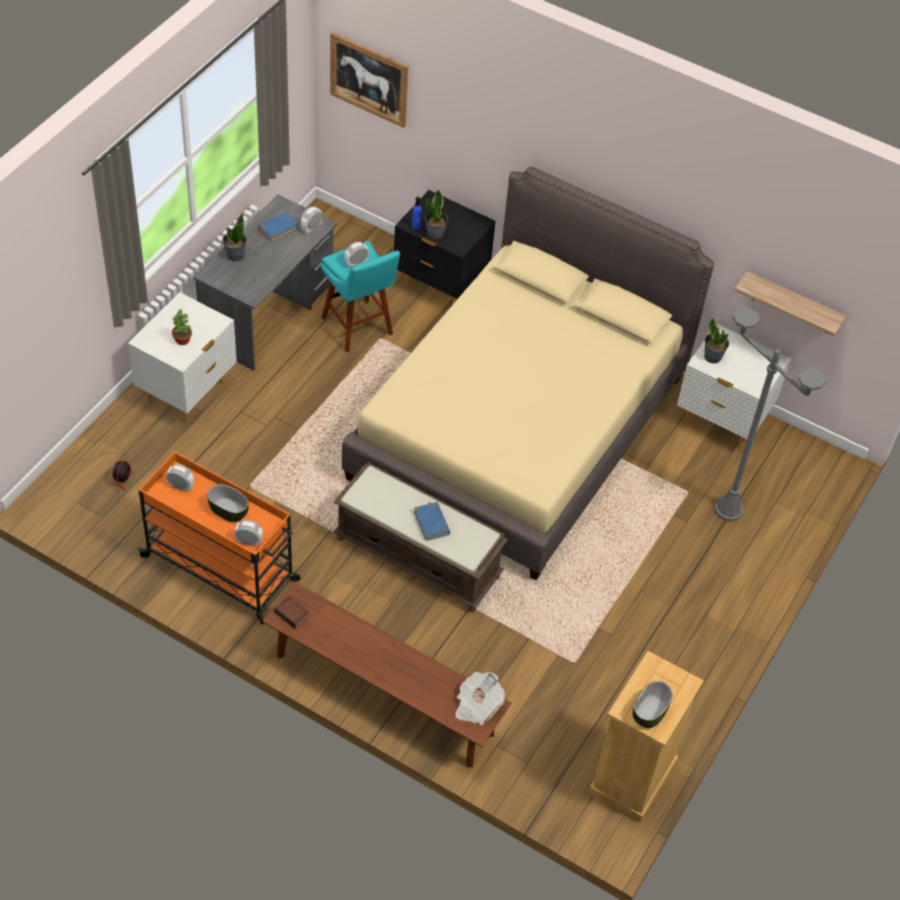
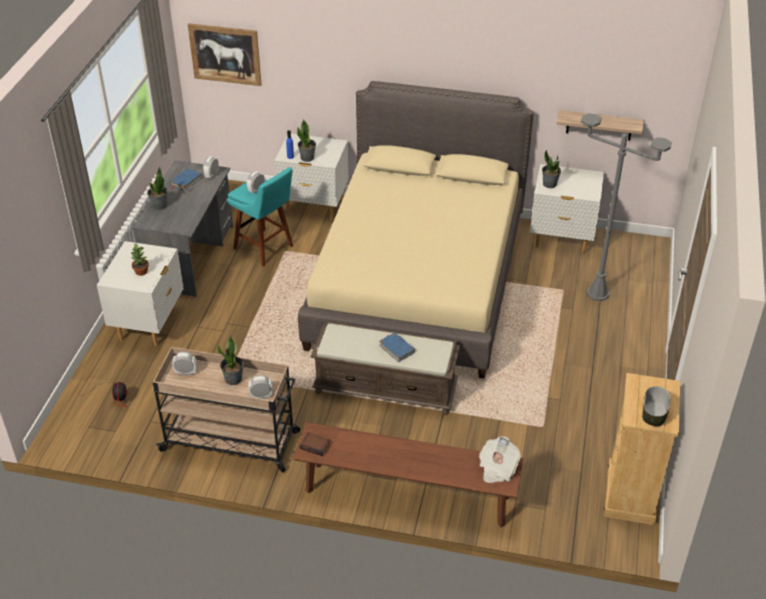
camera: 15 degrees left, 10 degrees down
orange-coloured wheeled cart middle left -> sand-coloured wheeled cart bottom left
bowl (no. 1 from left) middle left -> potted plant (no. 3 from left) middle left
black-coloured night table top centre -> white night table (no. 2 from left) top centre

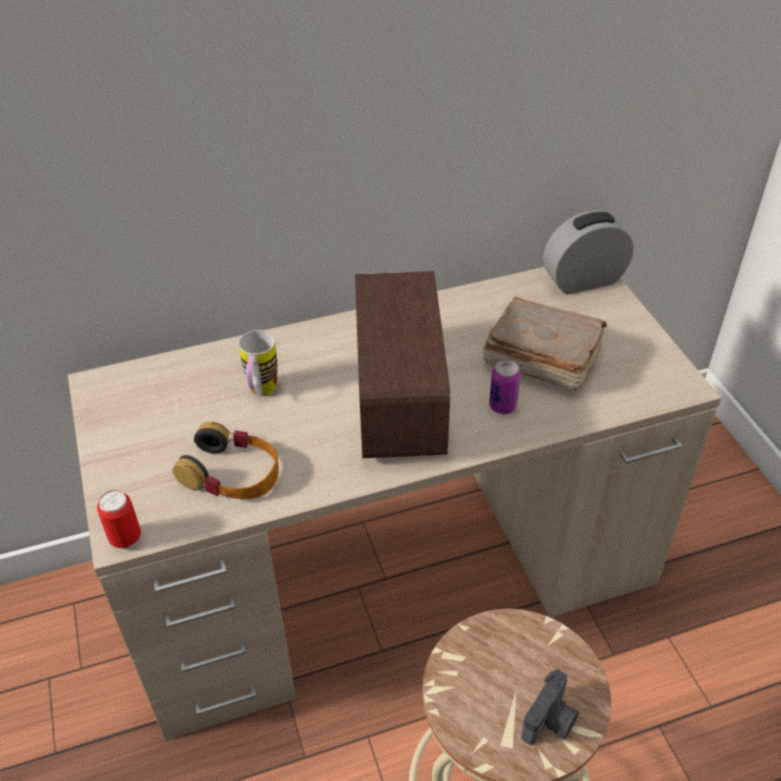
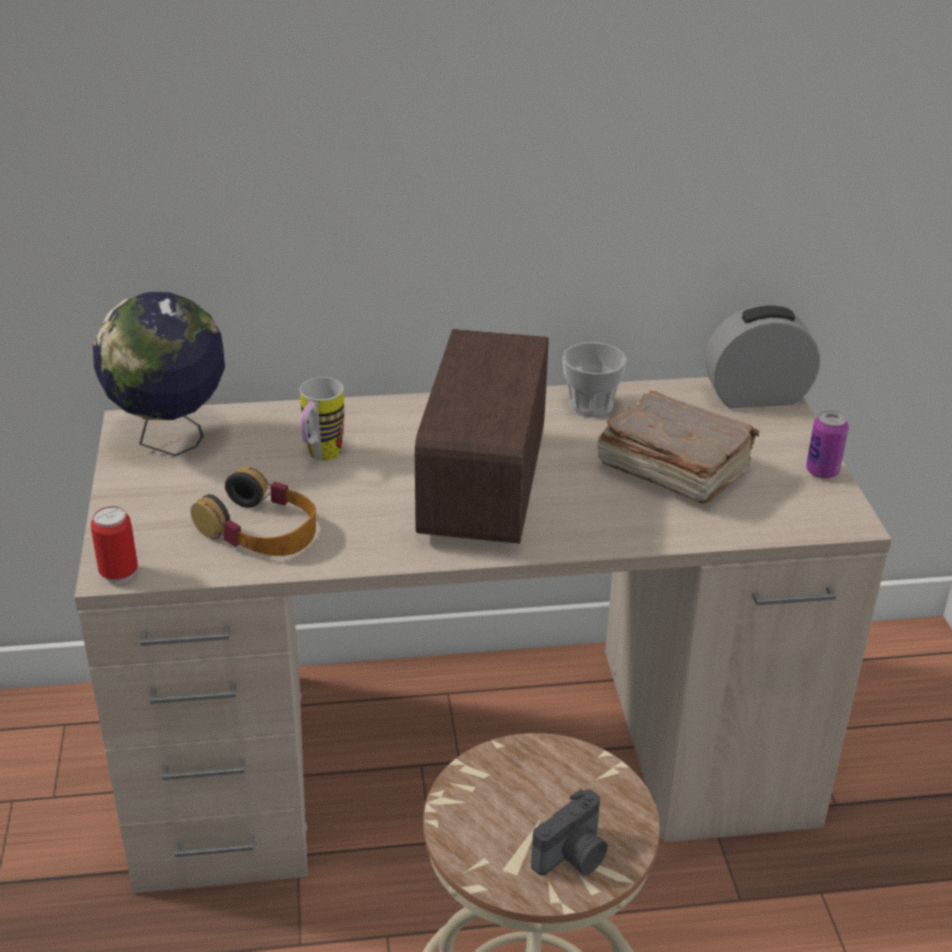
camera: 10 degrees right, 10 degrees down
none -> world globe middle left
none -> drinking cup centre
metal can (no. 2 from left) centre -> metal can (no. 2 from left) middle right, relocated

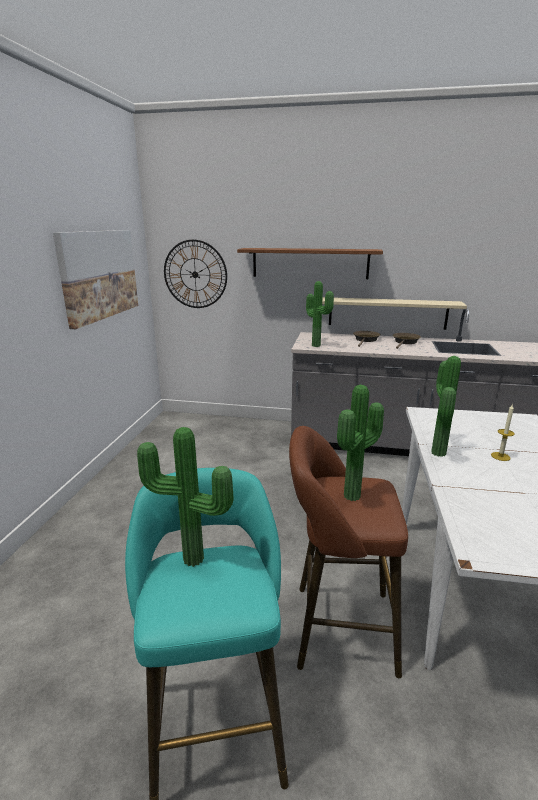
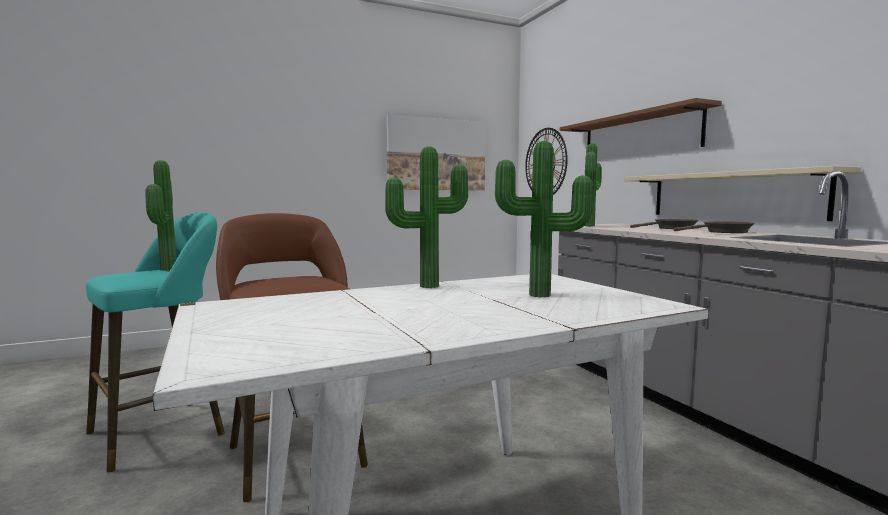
camera: 55 degrees right, 15 degrees down
potted plant (no. 3 from left) middle right -> potted plant (no. 3 from left) centre, relocated
candle middle right -> none

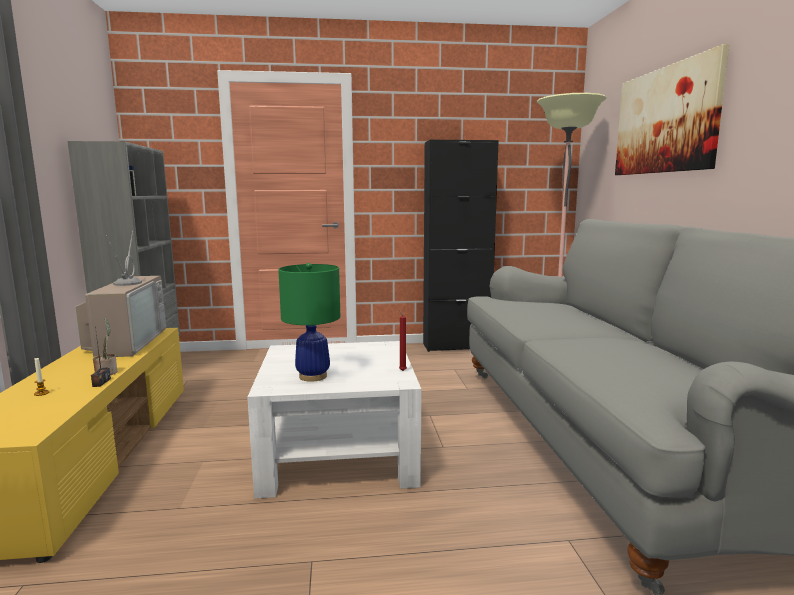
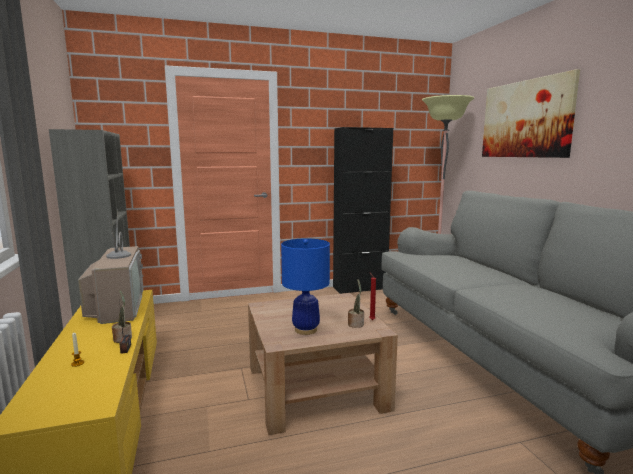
camera: 10 degrees left, 0 degrees up
white coffee table bottom centre -> brownish coffee table bottom centre
green-coloured table lamp centre -> blue table lamp centre
none -> potted plant (no. 2 from left) centre

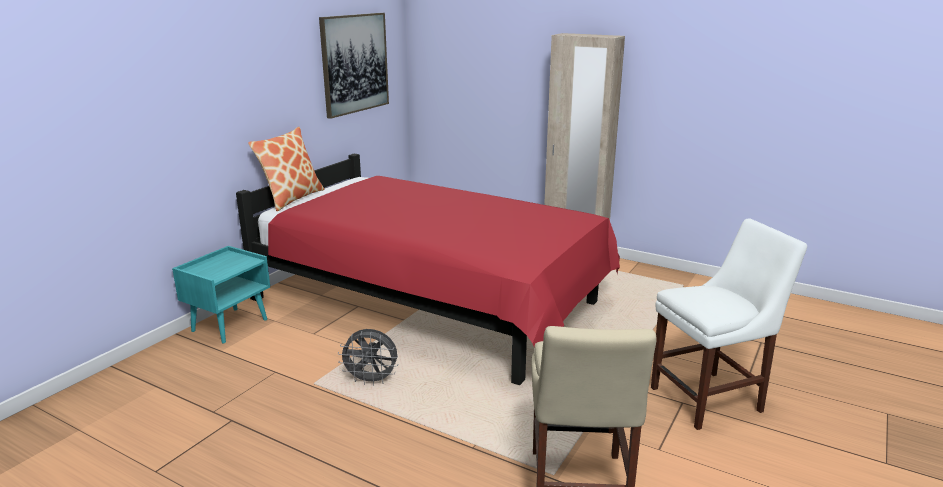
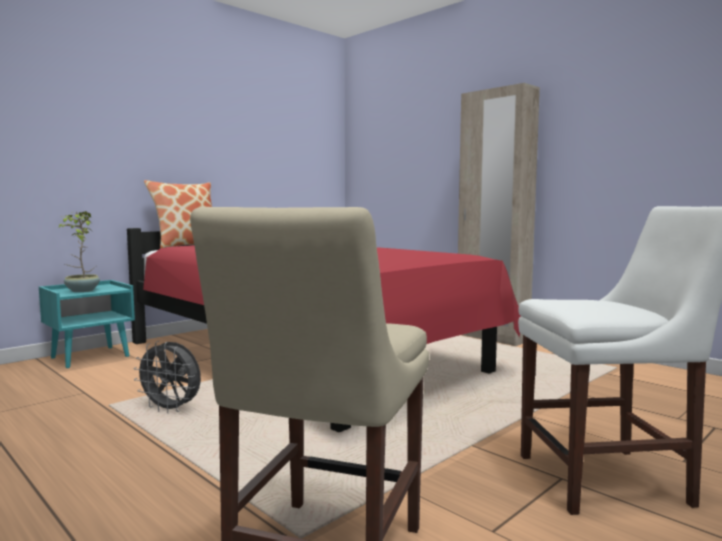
camera: 15 degrees right, 15 degrees down
none -> potted plant middle left
wall art top centre -> none

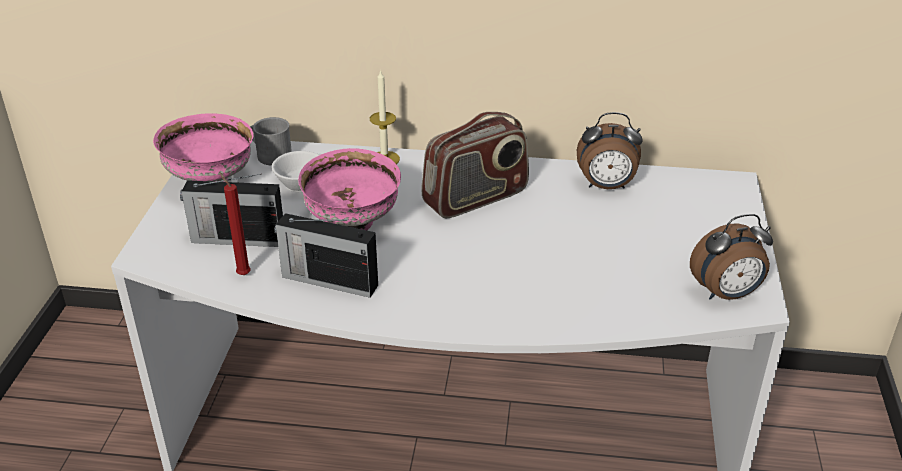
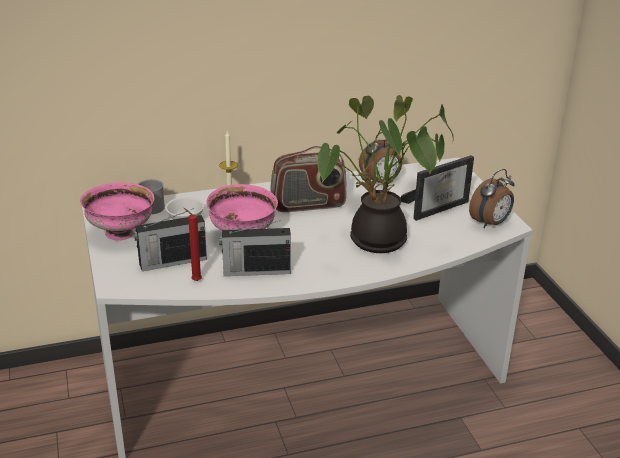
camera: 25 degrees left, 5 degrees down
radio receiver (no. 3 from left) centre, 45 degrees clockwise
none -> potted plant centre
none -> picture frame middle right

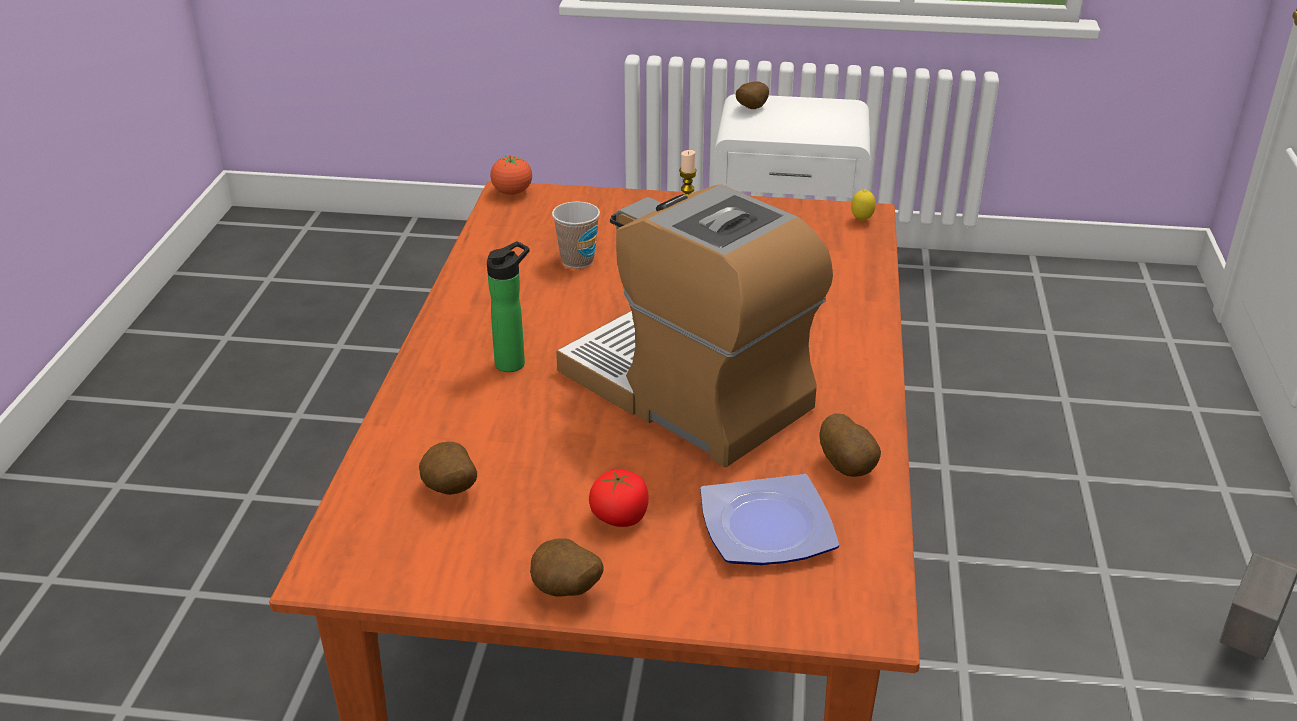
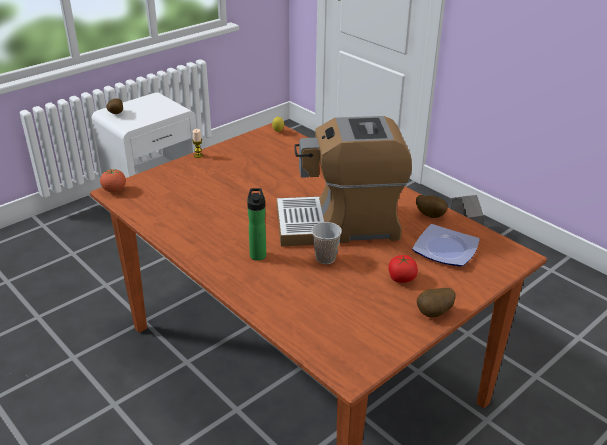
camera: 50 degrees left, 0 degrees up
drinking cup top centre -> drinking cup centre, relocated
potato (no. 1 from left) centre -> none

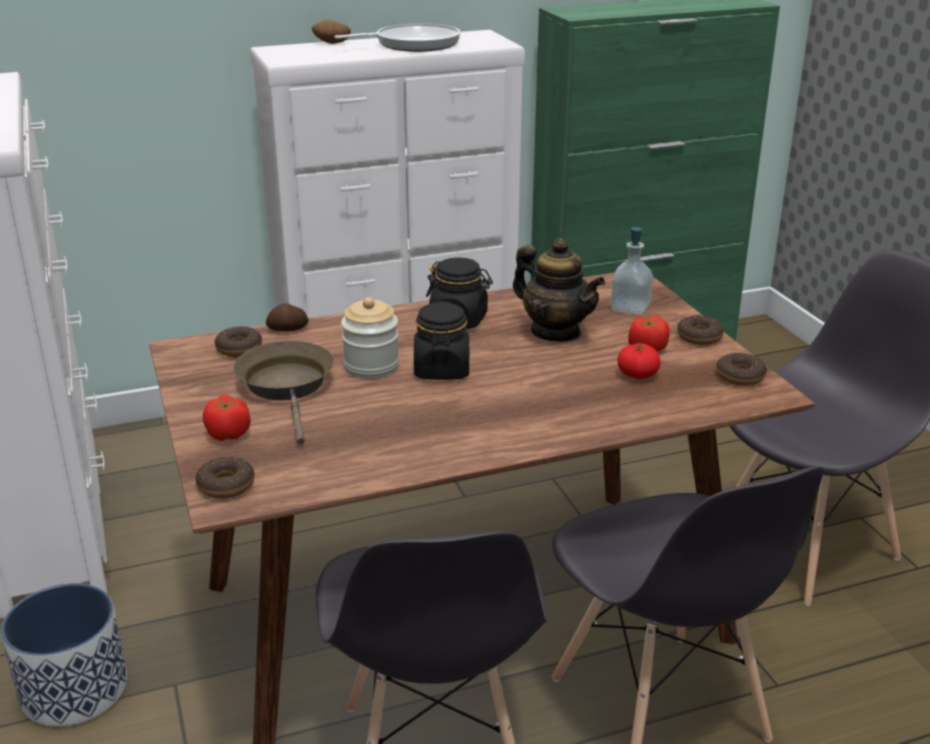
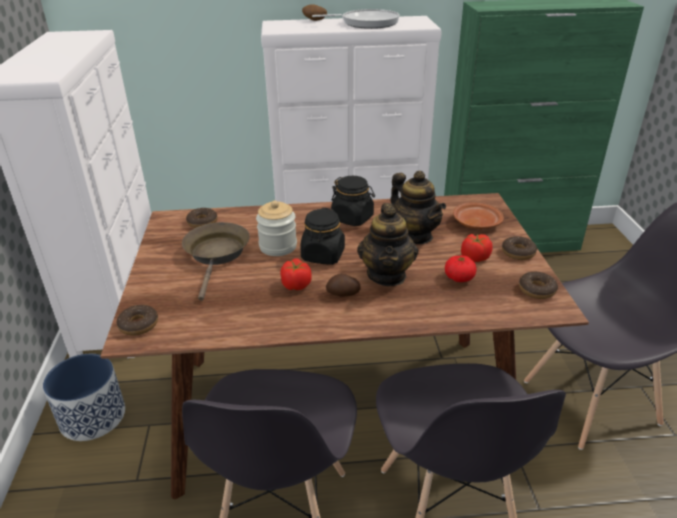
camera: 15 degrees right, 5 degrees up
whole tomato (no. 1 from left) middle left -> whole tomato (no. 1 from left) centre, relocated
potato (no. 1 from left in the first image) middle left -> potato (no. 2 from left) centre, relocated
none -> pot for tea (no. 1 from left) centre
liquid soap bottle middle right -> brownish plate middle right

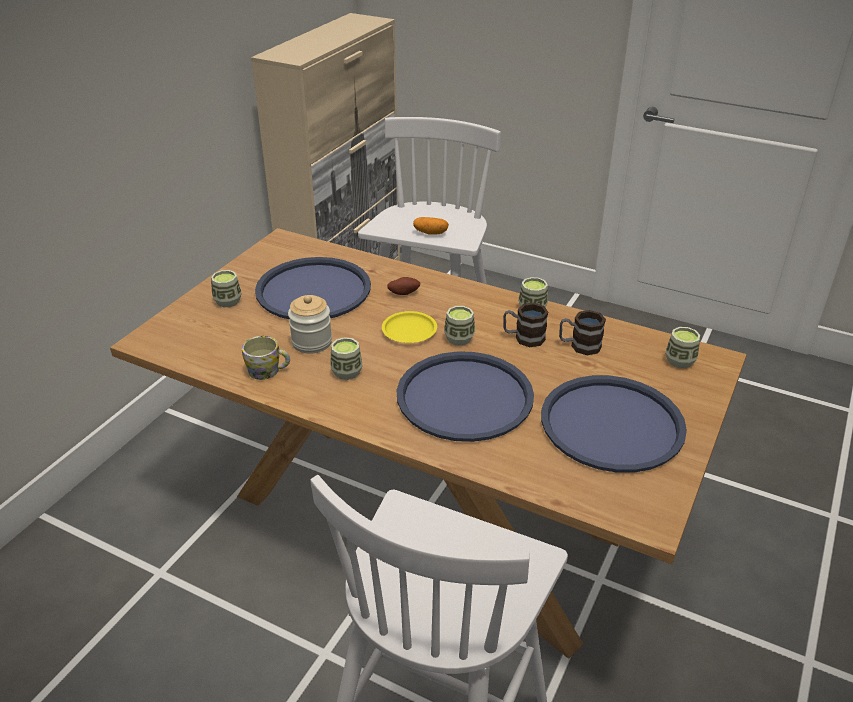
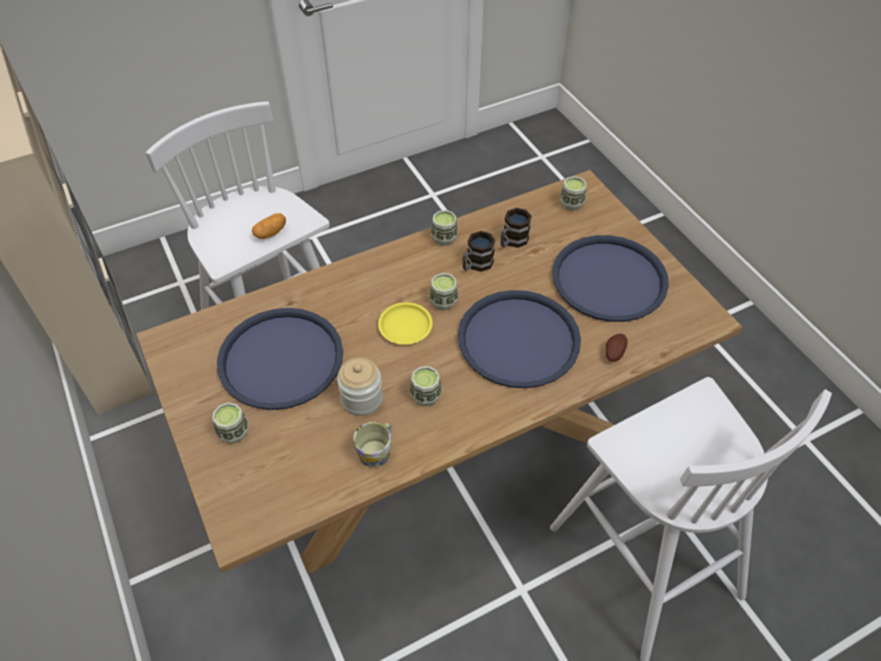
camera: 55 degrees left, 15 degrees up
potato (no. 1 from left in the first image) centre -> potato (no. 2 from left) middle right, relocated

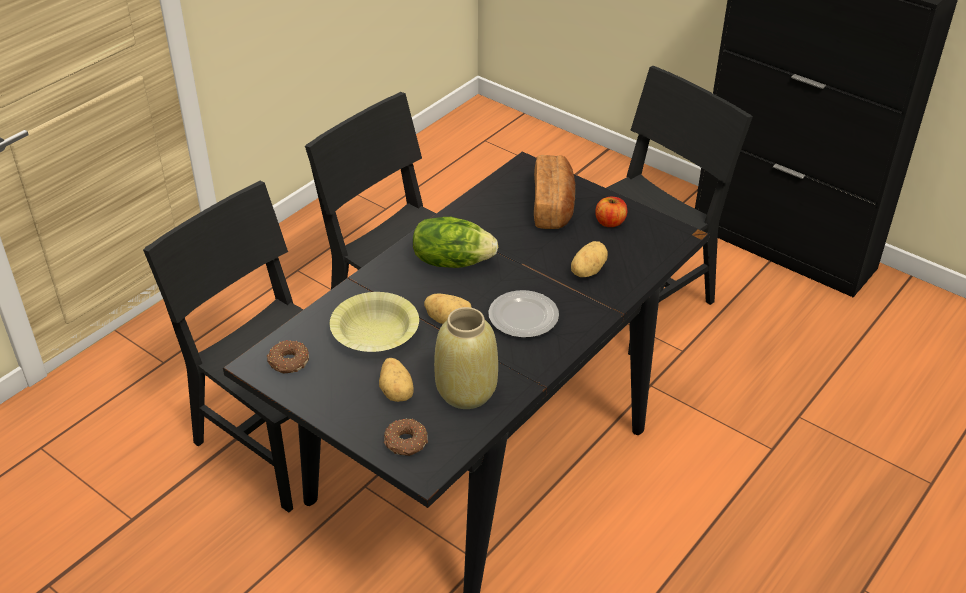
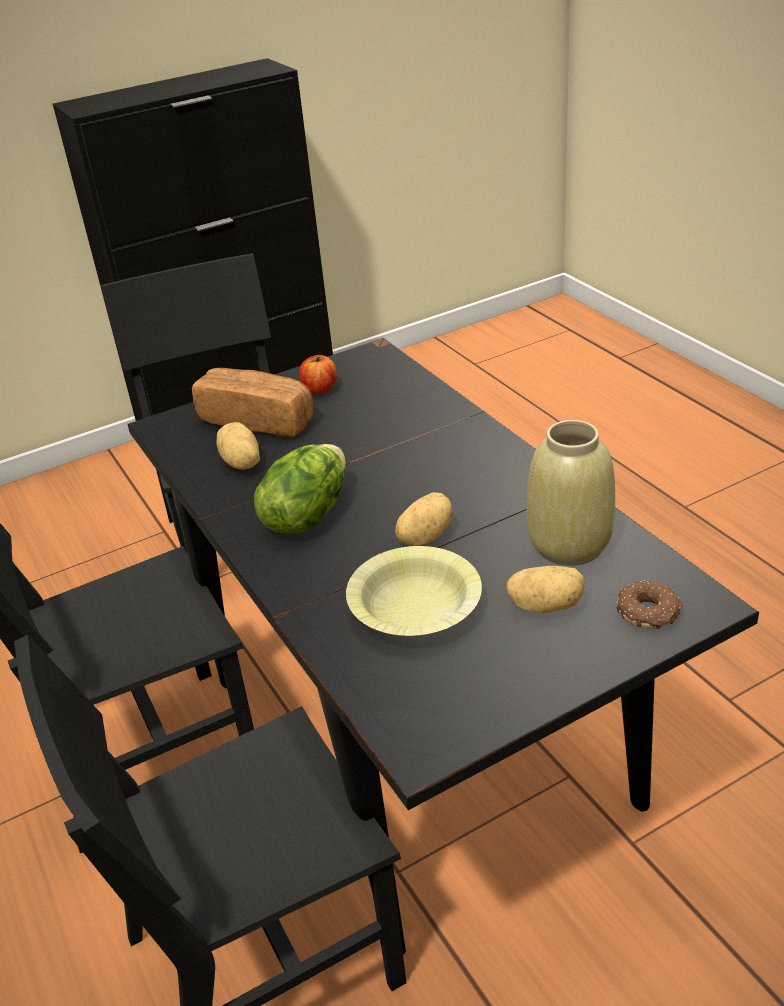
camera: 65 degrees left, 5 degrees down
potato (no. 3 from left in the first image) centre -> potato (no. 1 from left) middle left, relocated
ring doughnut (no. 1 from left) middle left -> none
plate centre -> none

